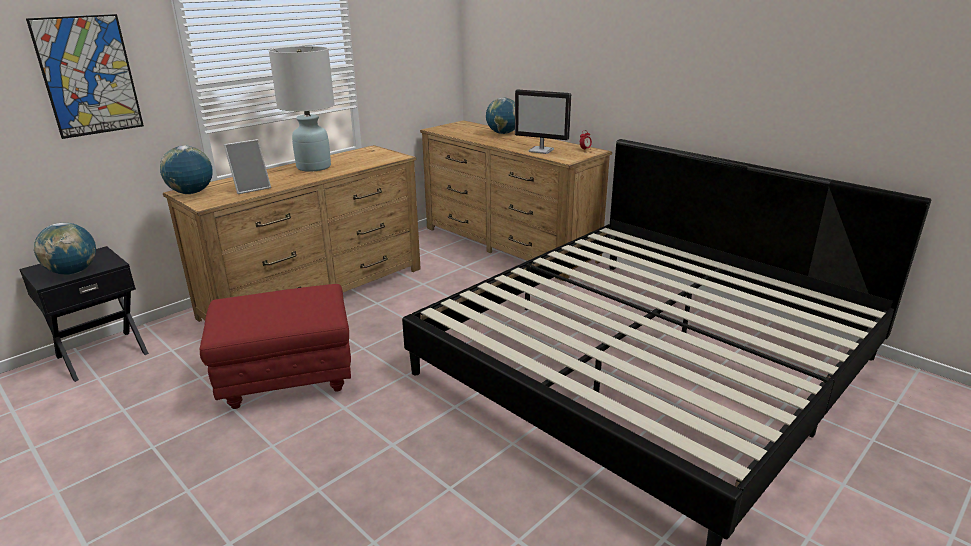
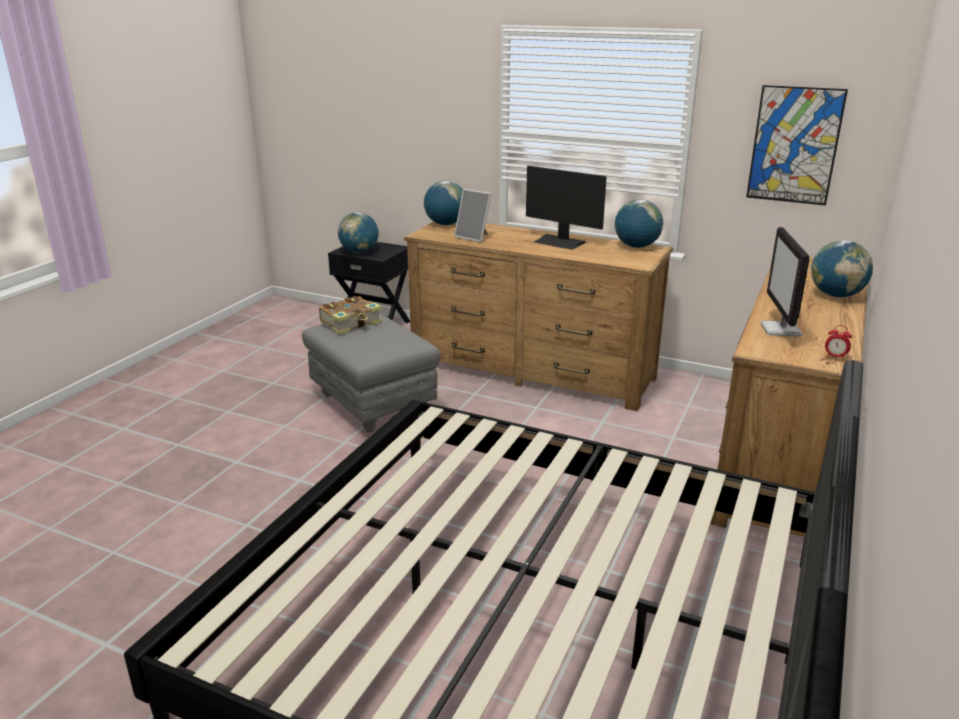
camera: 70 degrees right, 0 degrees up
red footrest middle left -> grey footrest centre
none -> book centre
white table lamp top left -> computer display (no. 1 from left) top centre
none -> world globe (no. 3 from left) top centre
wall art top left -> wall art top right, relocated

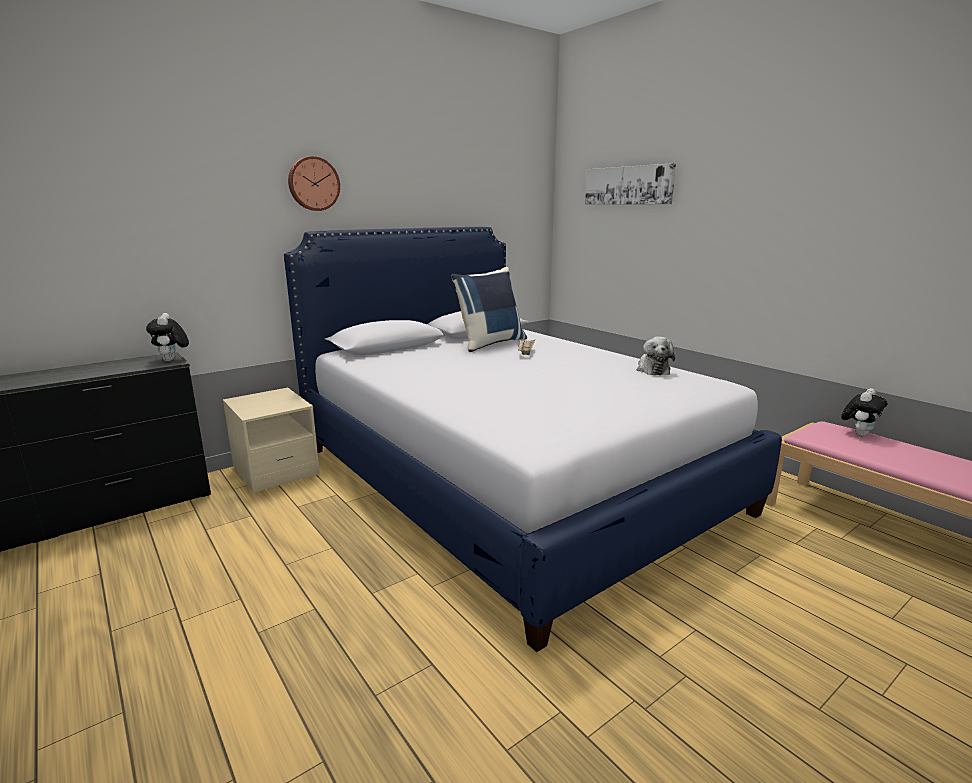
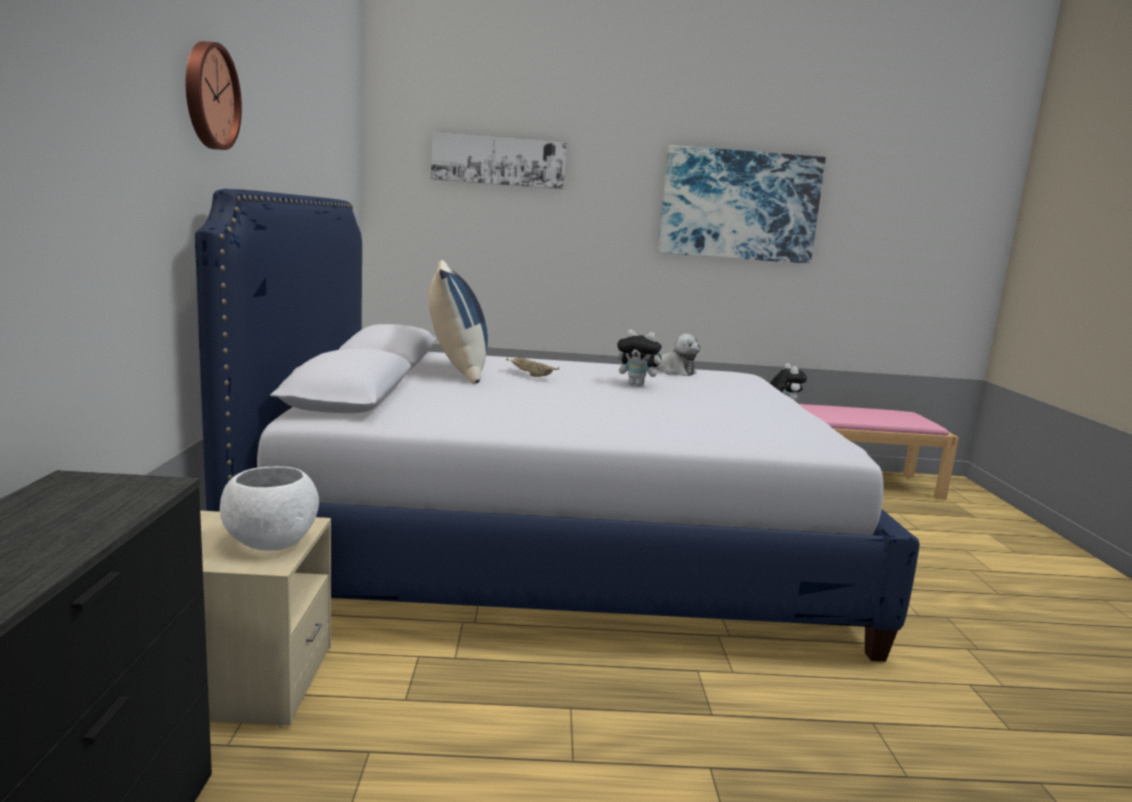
camera: 55 degrees left, 5 degrees down
none -> white bowl middle left
plush toy (no. 1 from left) middle left -> plush toy (no. 1 from left) centre, relocated
none -> wall art (no. 2 from left) top centre

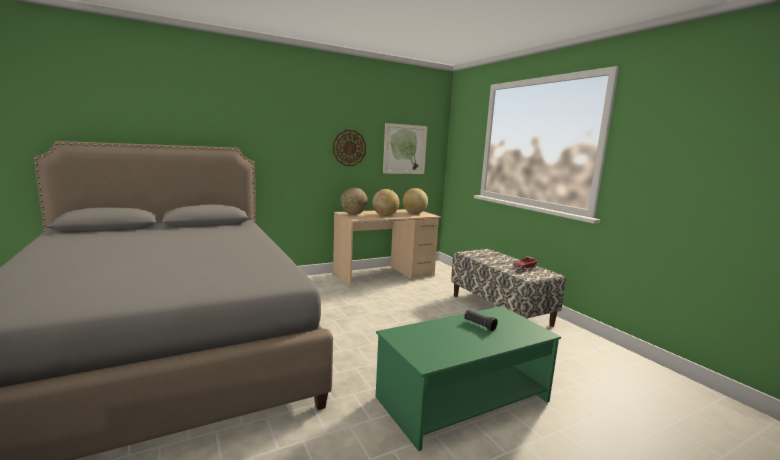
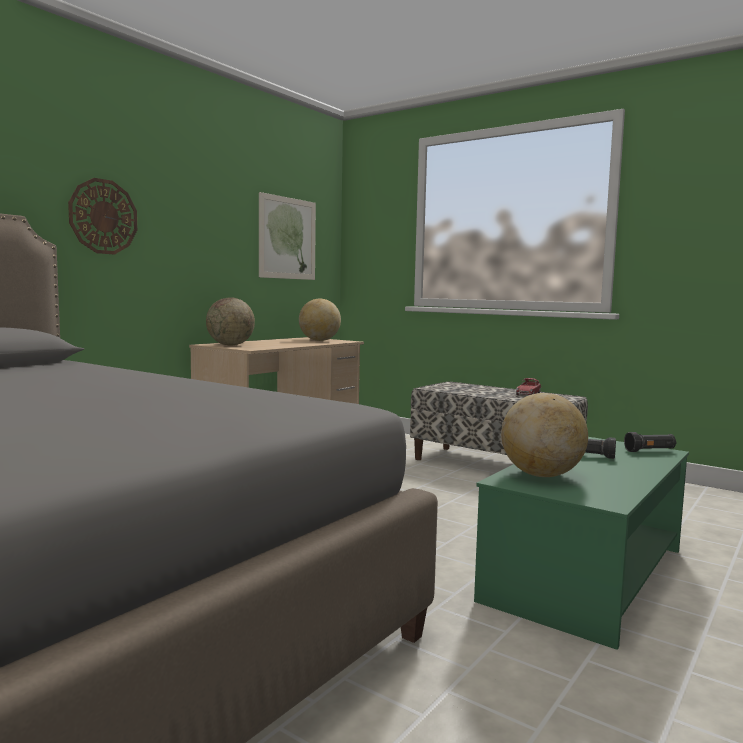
camera: 25 degrees left, 5 degrees down
hanging clock top centre -> hanging clock top left, relocated
world globe (no. 2 from left in the first image) centre -> world globe (no. 3 from left) middle right, relocated
none -> black-coloured torch (no. 2 from left) middle right

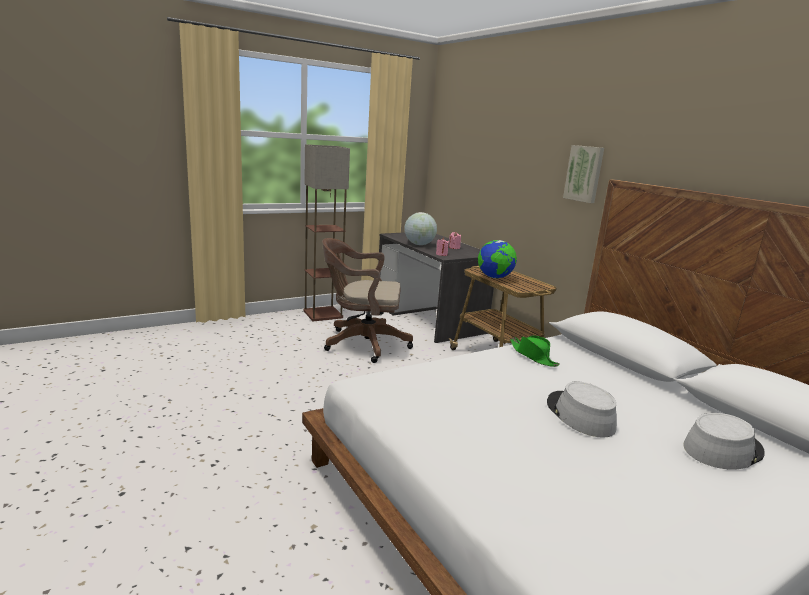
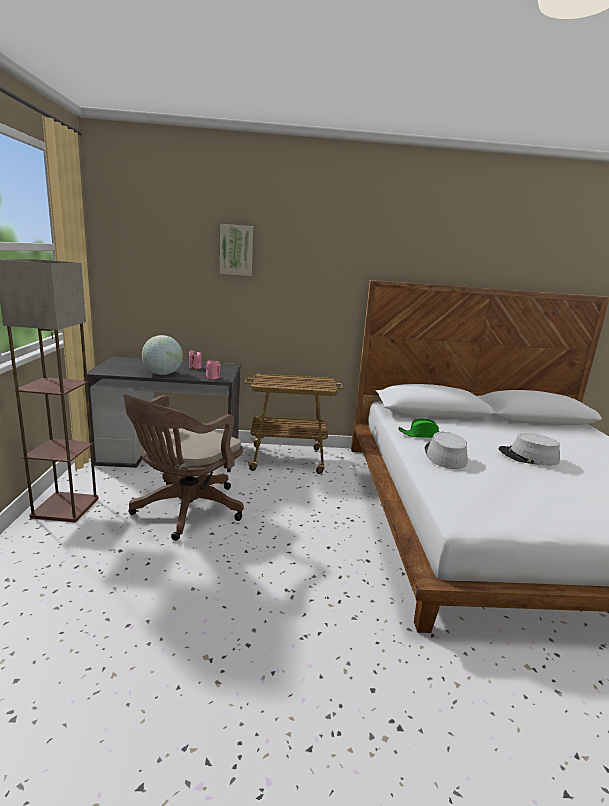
camera: 60 degrees left, 0 degrees up
wall art top right -> wall art top centre, relocated
grey clothing hat (no. 2 from left in the first image) bottom right -> grey clothing hat (no. 1 from left) middle right, relocated
world globe (no. 2 from left) centre -> none

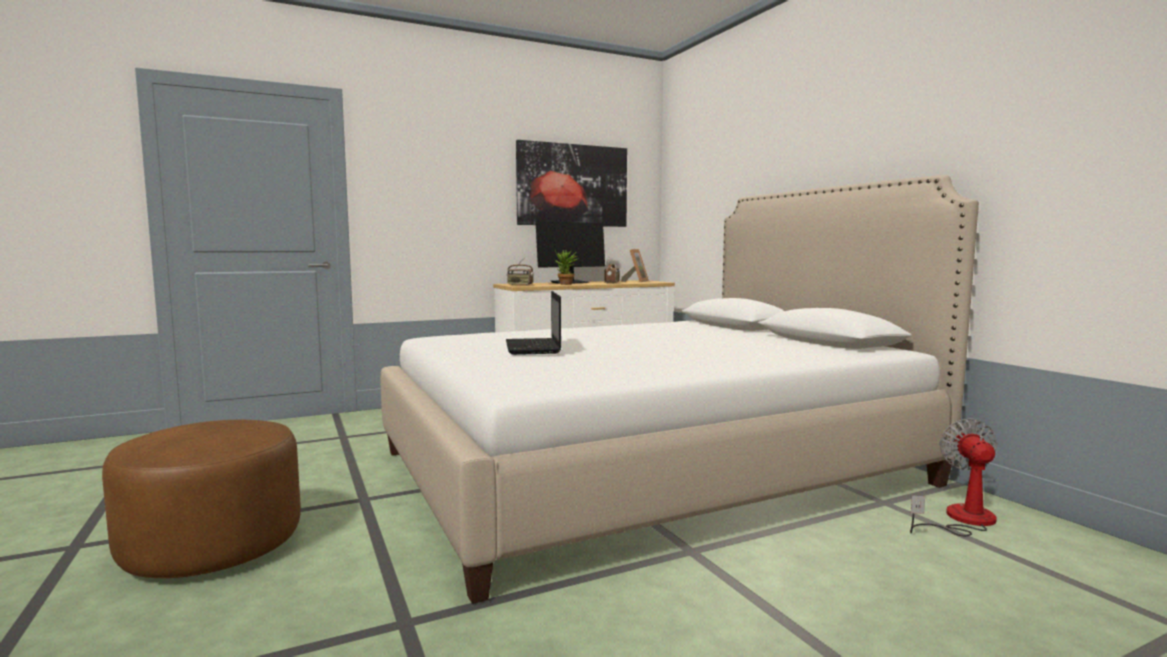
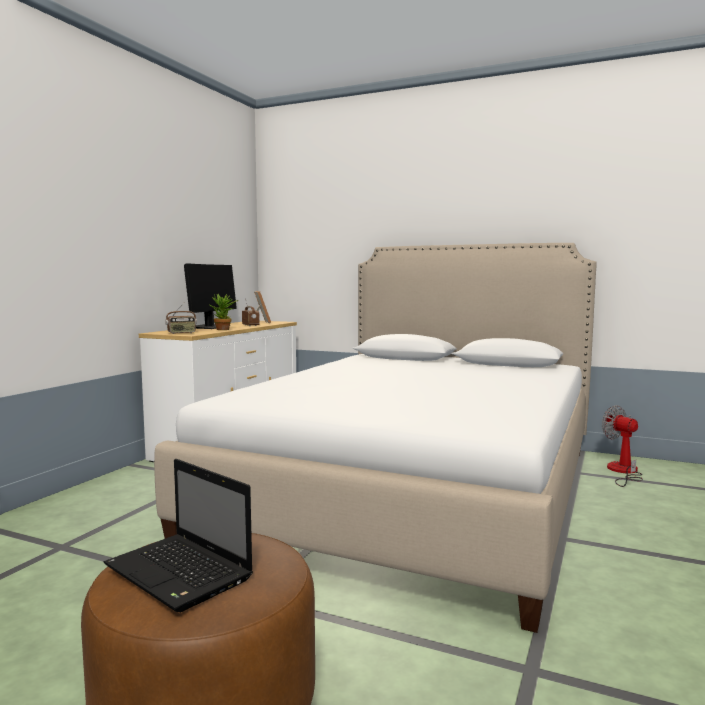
camera: 40 degrees left, 0 degrees up
laptop centre -> laptop bottom left, relocated
wall art top centre -> none

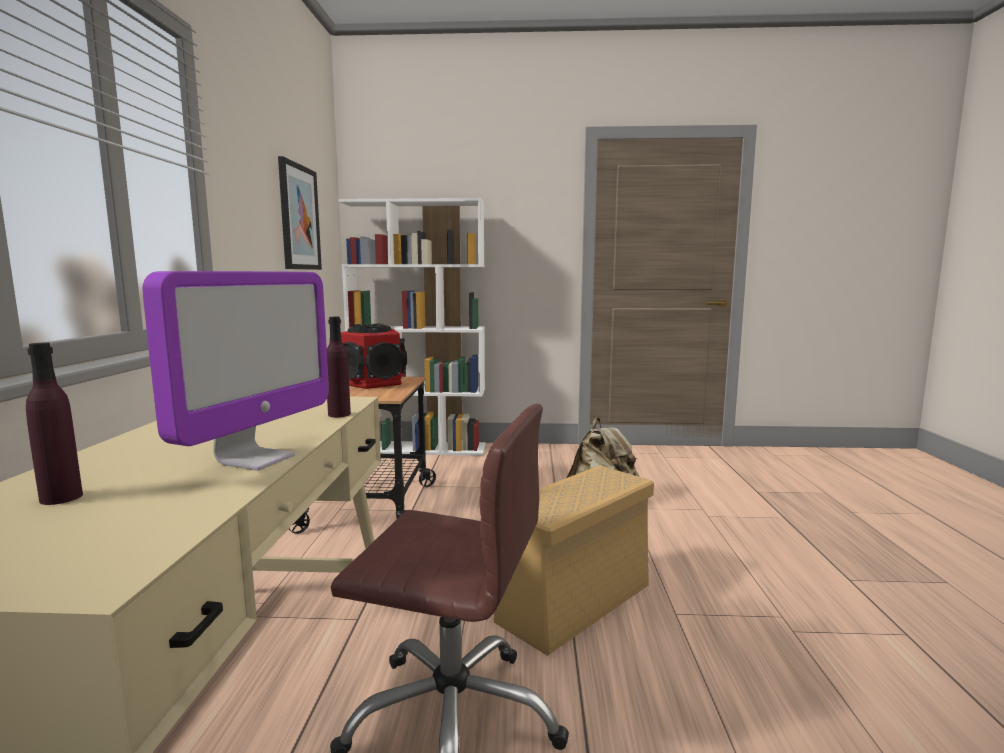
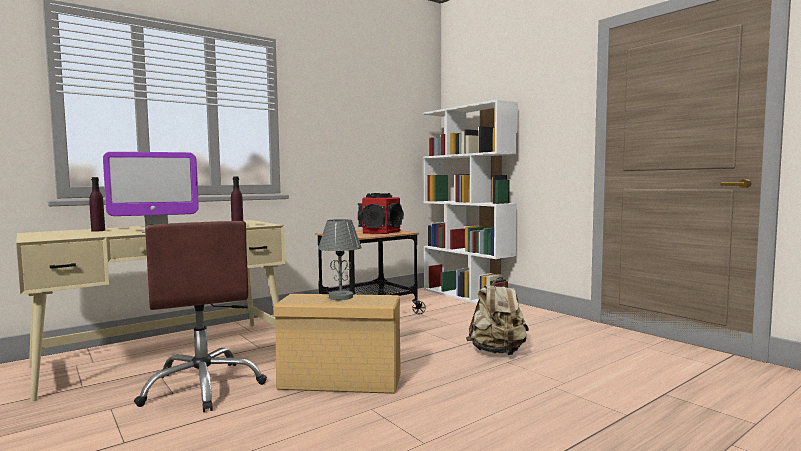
camera: 50 degrees right, 5 degrees down
none -> grey table lamp centre
wall art top left -> none

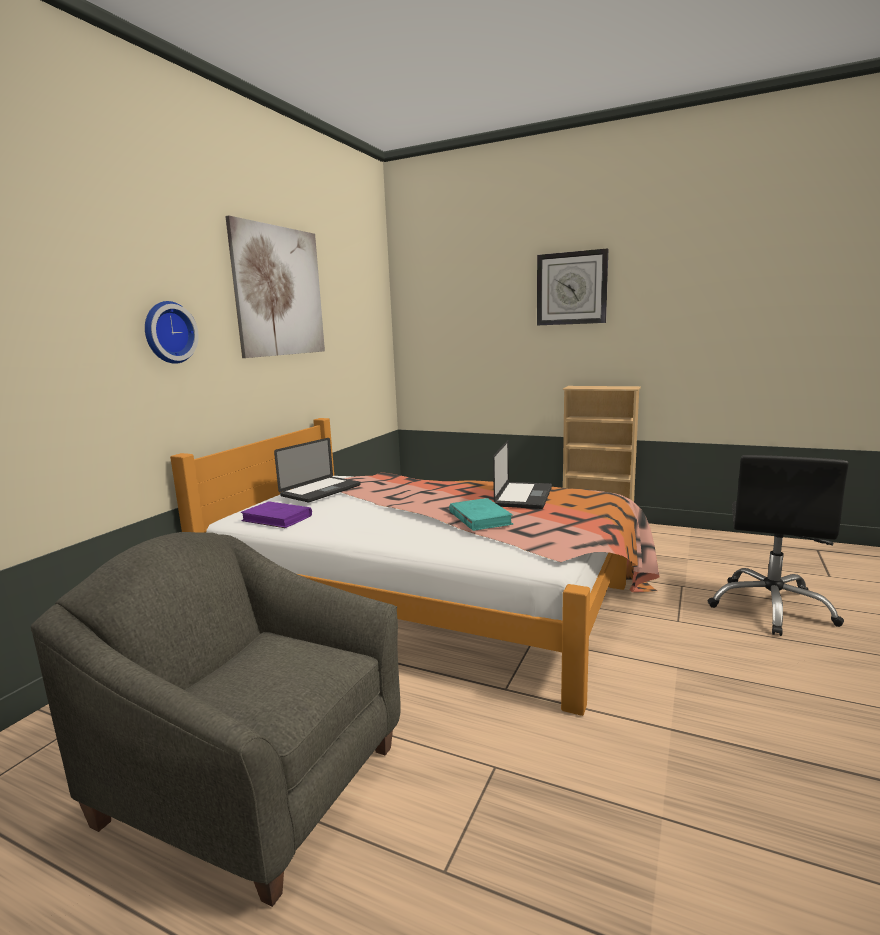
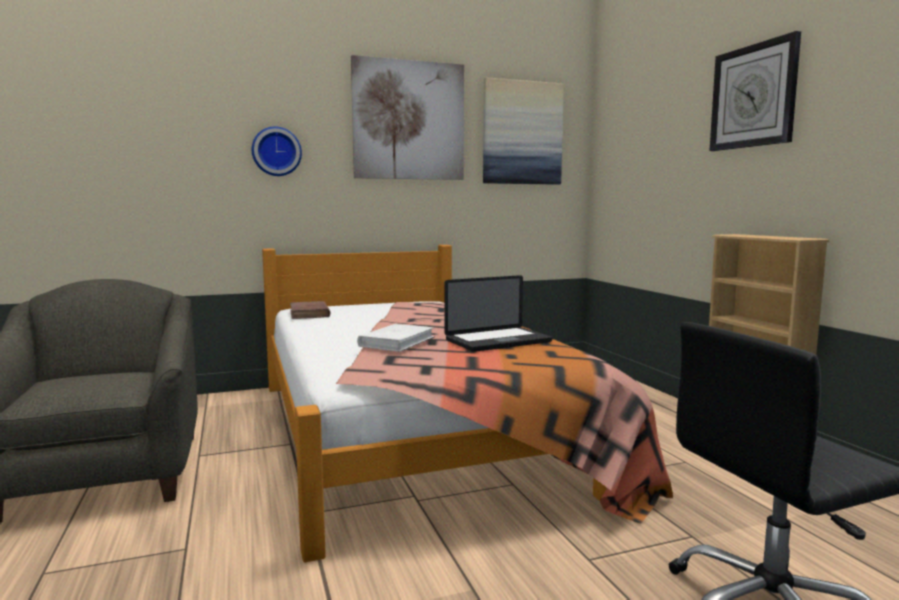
camera: 45 degrees right, 5 degrees down
purplish book middle left -> brownish book centre
turquoise book centre -> white book centre
none -> wall art (no. 2 from left) top centre
laptop (no. 1 from left) centre -> none

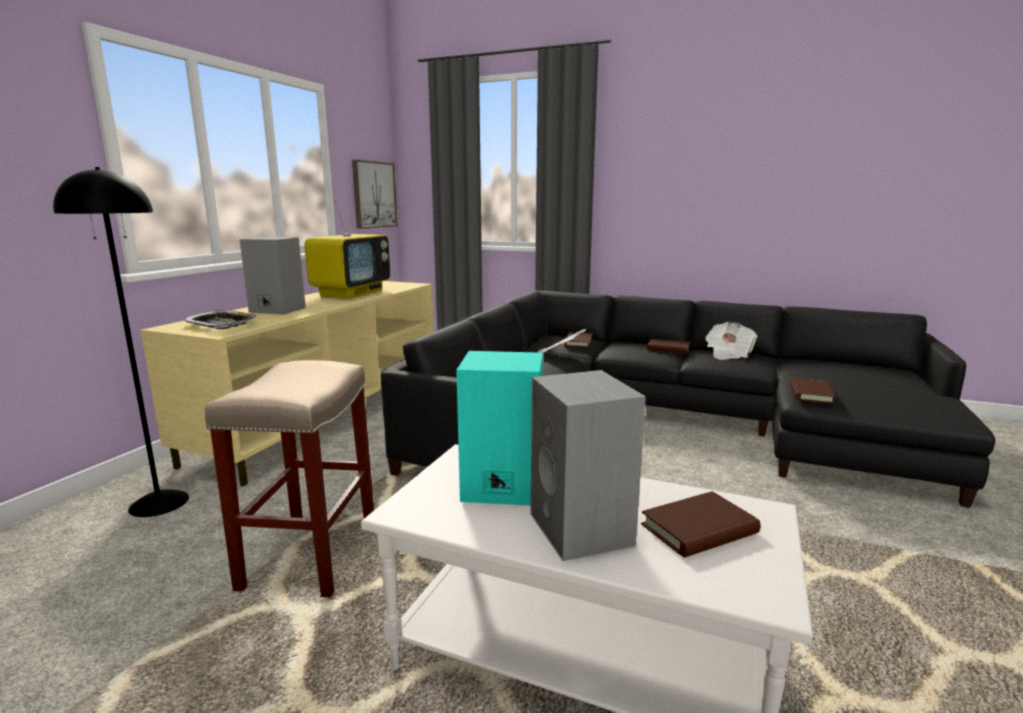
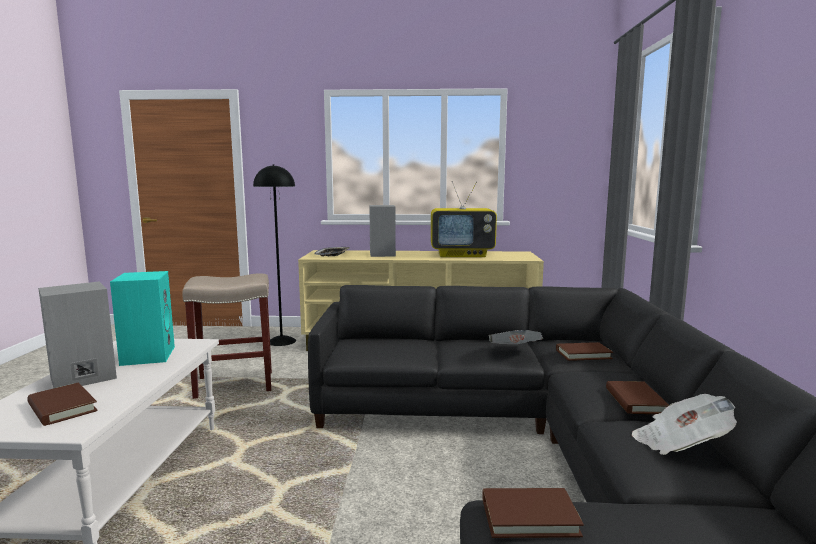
camera: 70 degrees right, 5 degrees down
wall art top centre -> none

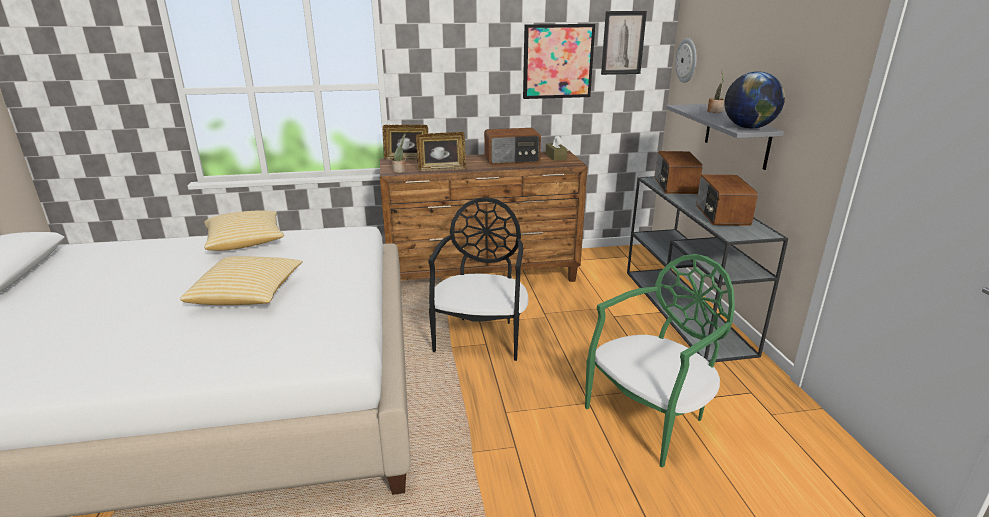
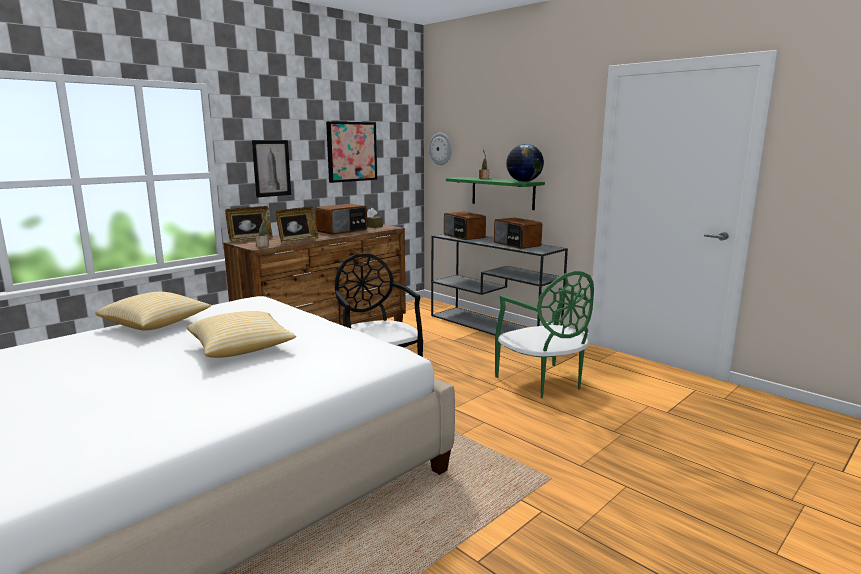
camera: 35 degrees left, 10 degrees down
wall art (no. 2 from left in the first image) top centre -> wall art (no. 1 from left) top left, relocated
grey bracket shelf top right -> green-coloured bracket shelf centre
green-coloured plain chair bottom right -> green-coloured plain chair centre, 135 degrees clockwise

